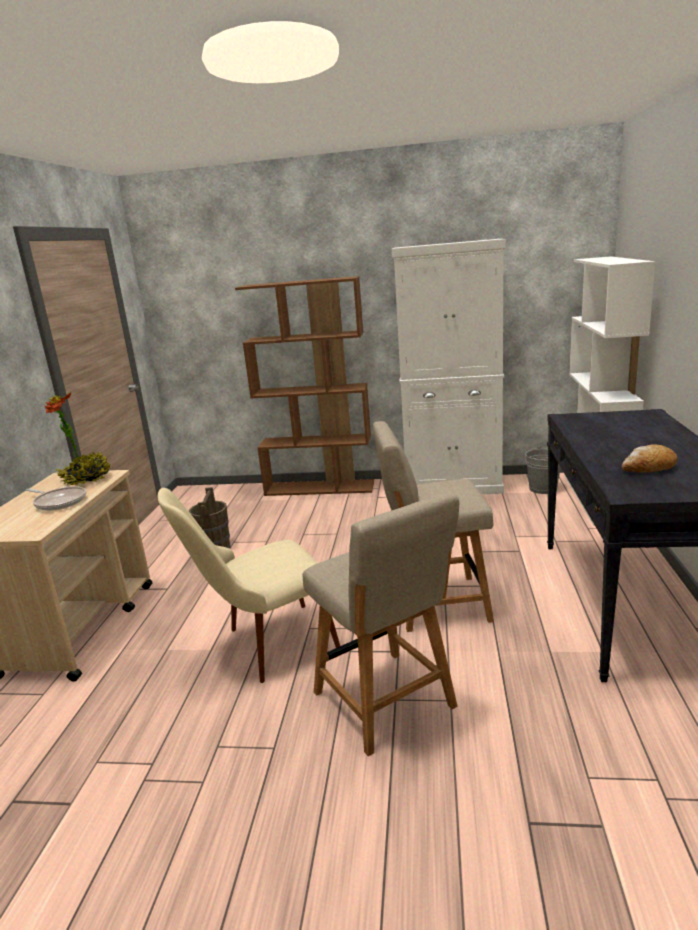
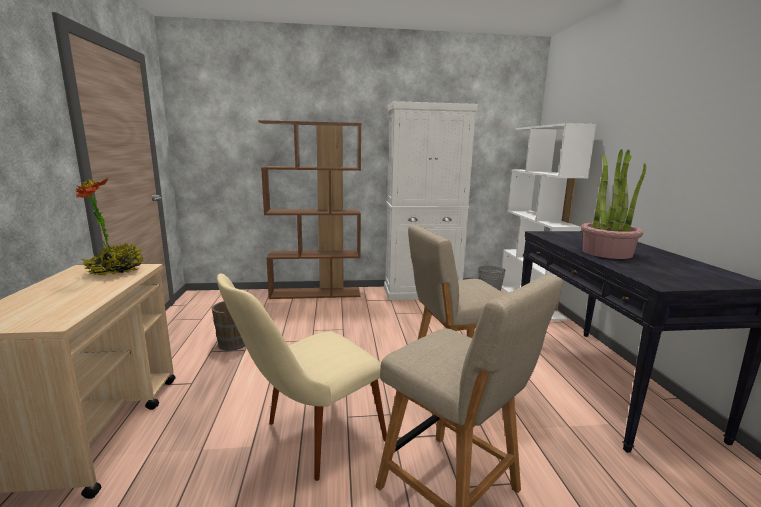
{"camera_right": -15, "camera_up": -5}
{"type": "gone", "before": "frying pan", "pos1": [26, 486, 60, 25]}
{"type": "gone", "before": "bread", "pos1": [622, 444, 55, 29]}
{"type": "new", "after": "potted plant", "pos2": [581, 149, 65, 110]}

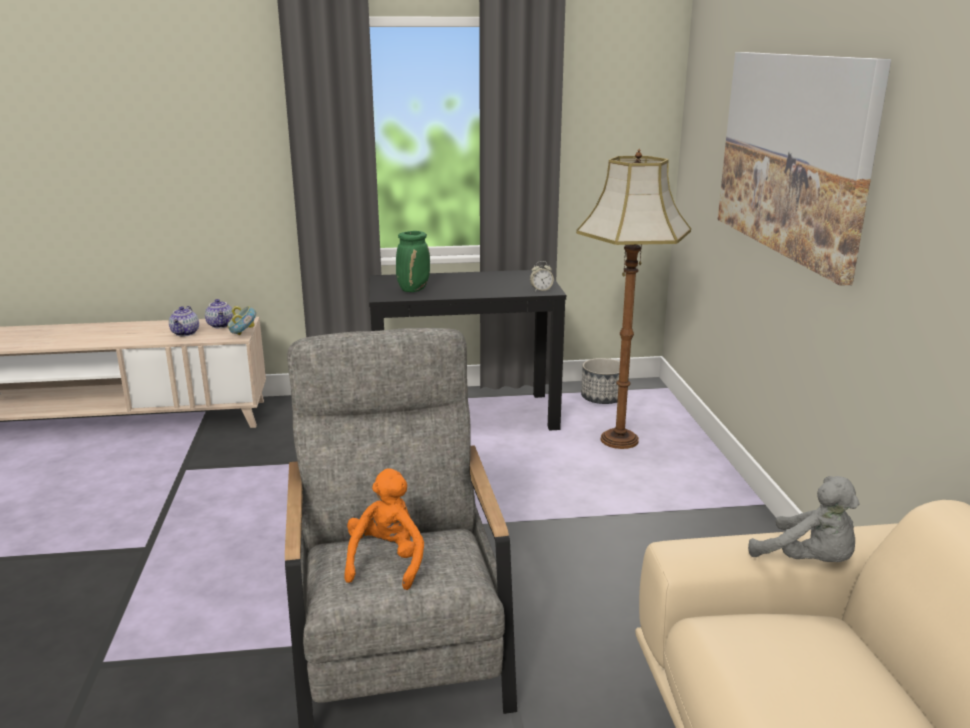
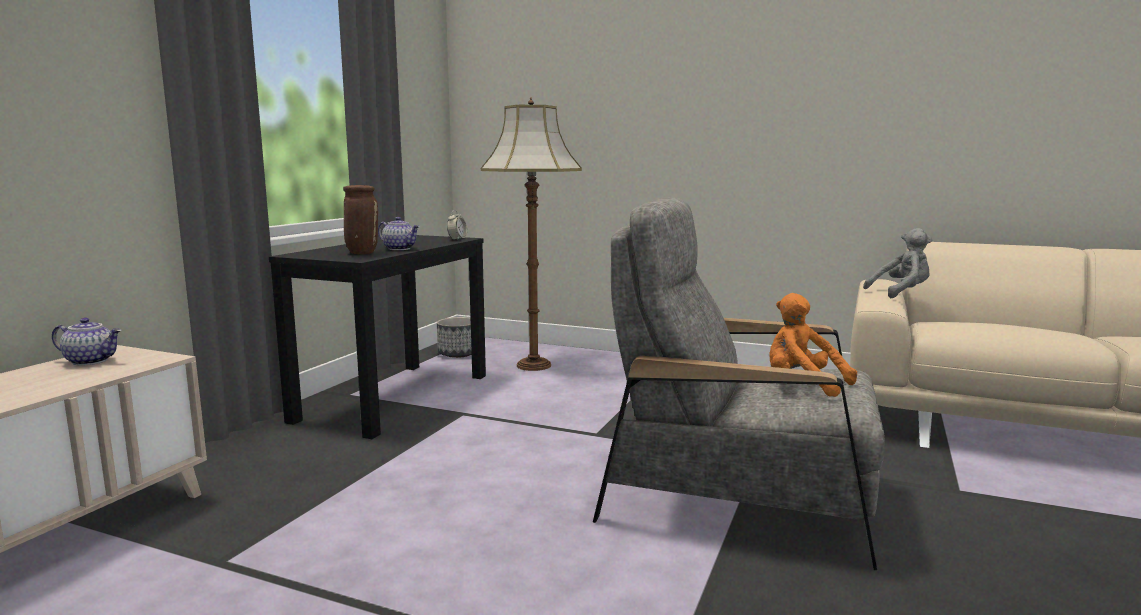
{"camera_right": -60, "camera_up": -10}
{"type": "shifted", "before": "teapot", "pos1": [169, 306, 30, 30], "pos2": [378, 217, 42, 33]}
{"type": "gone", "before": "bowl", "pos1": [227, 306, 29, 29]}
{"type": "repainted", "before": "green vase", "after": "brown vase", "pos1": [396, 231, 34, 61], "pos2": [343, 185, 35, 70]}
{"type": "gone", "before": "picture", "pos1": [718, 52, 173, 234]}

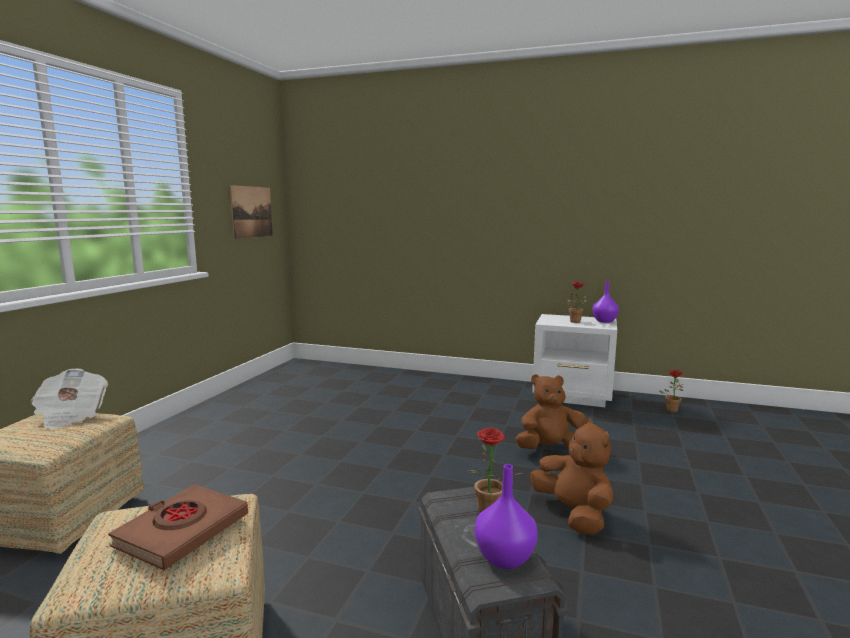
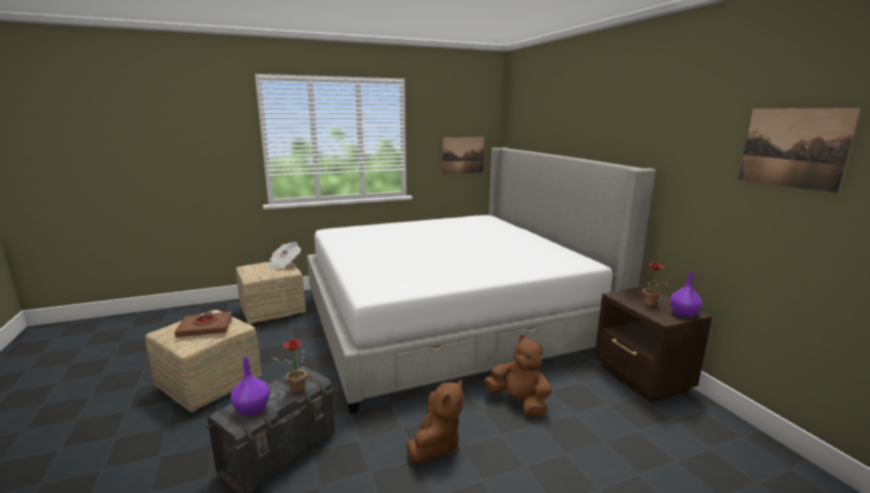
{"camera_right": 50, "camera_up": 5}
{"type": "repainted", "before": "white nightstand", "after": "brown nightstand", "pos1": [532, 314, 85, 93], "pos2": [595, 286, 117, 116]}
{"type": "gone", "before": "potted plant", "pos1": [659, 370, 24, 42]}
{"type": "new", "after": "bed", "pos2": [307, 148, 349, 266]}
{"type": "new", "after": "picture", "pos2": [739, 108, 123, 86]}

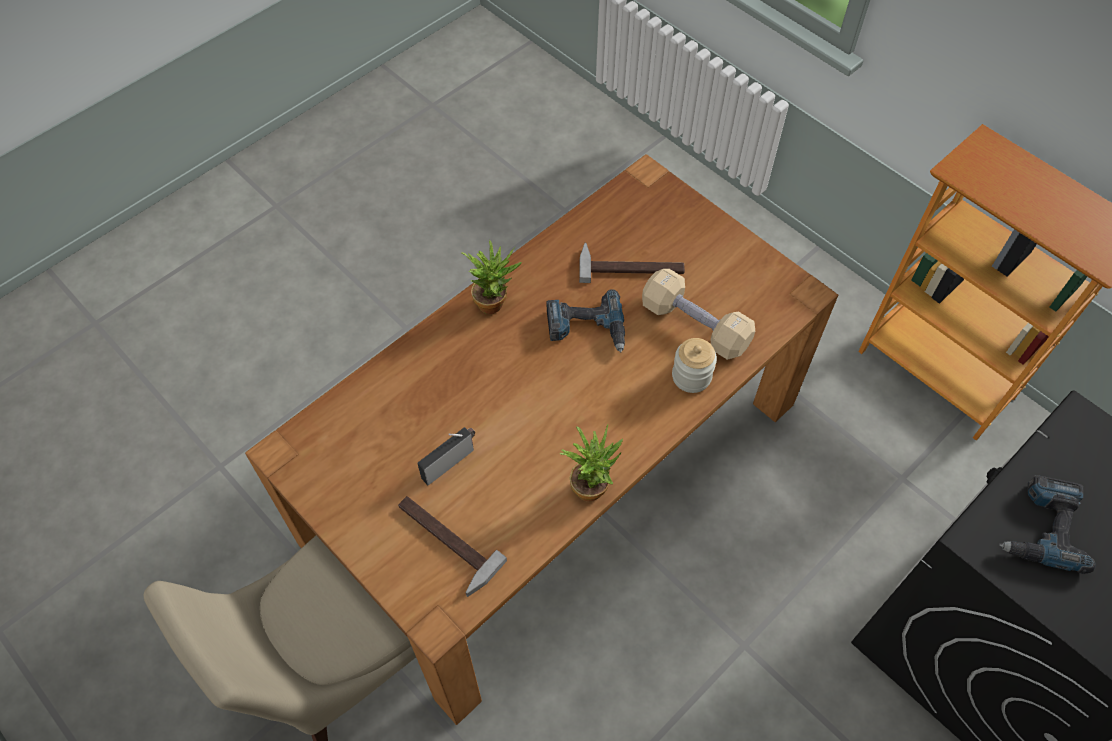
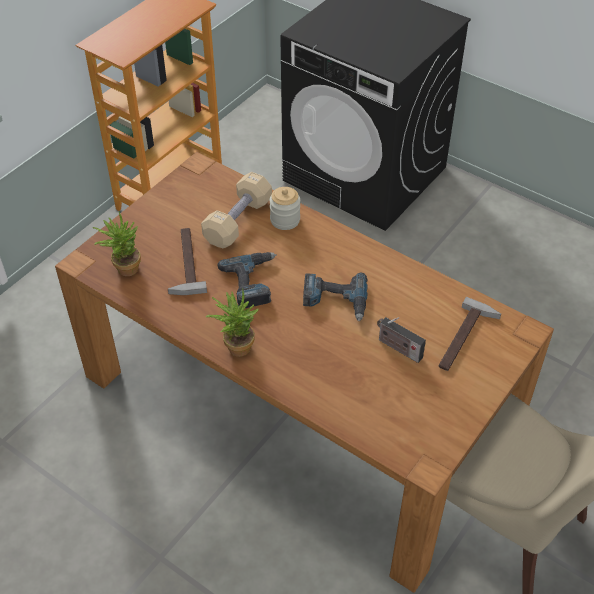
{"camera_right": -100, "camera_up": -10}
{"type": "shifted", "before": "potted plant", "pos1": [560, 425, 63, 77], "pos2": [93, 211, 48, 65]}
{"type": "shifted", "before": "power drill", "pos1": [999, 475, 97, 99], "pos2": [303, 273, 65, 48]}

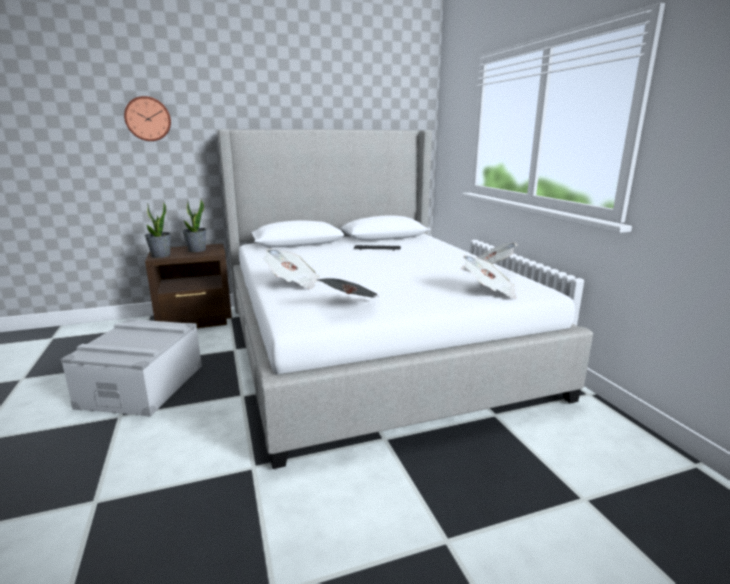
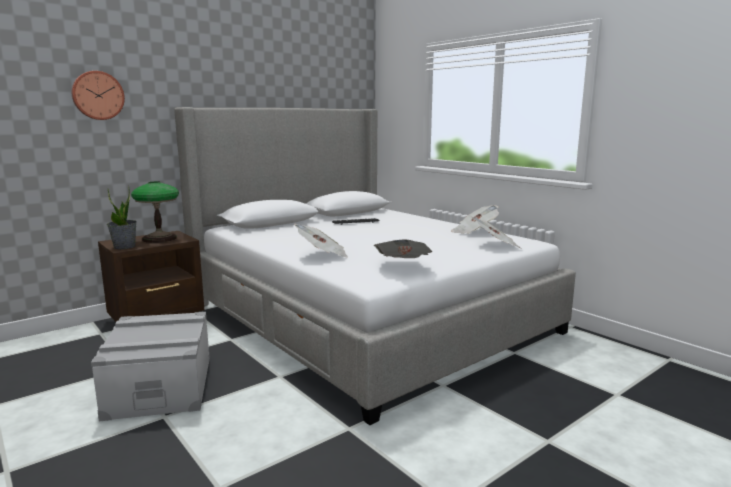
{"camera_right": -20, "camera_up": -5}
{"type": "swapped", "before": "potted plant", "after": "table lamp", "pos1": [182, 199, 25, 53], "pos2": [131, 182, 48, 61]}

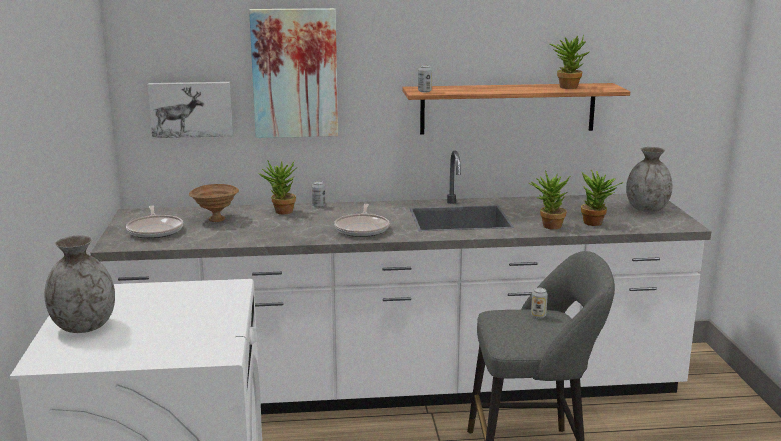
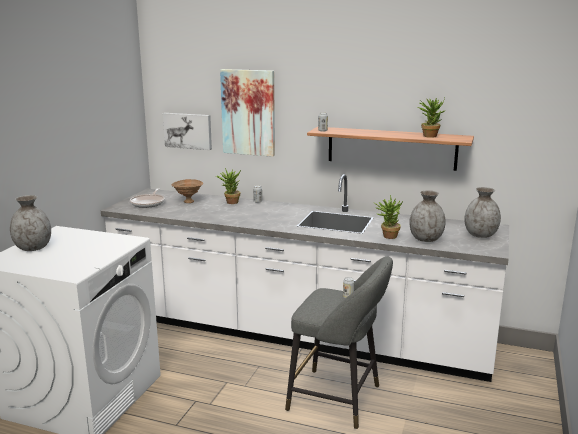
{"camera_right": 25, "camera_up": 0}
{"type": "gone", "before": "frying pan", "pos1": [334, 204, 55, 33]}
{"type": "swapped", "before": "potted plant", "after": "grey vase", "pos1": [581, 170, 42, 56], "pos2": [409, 190, 37, 52]}

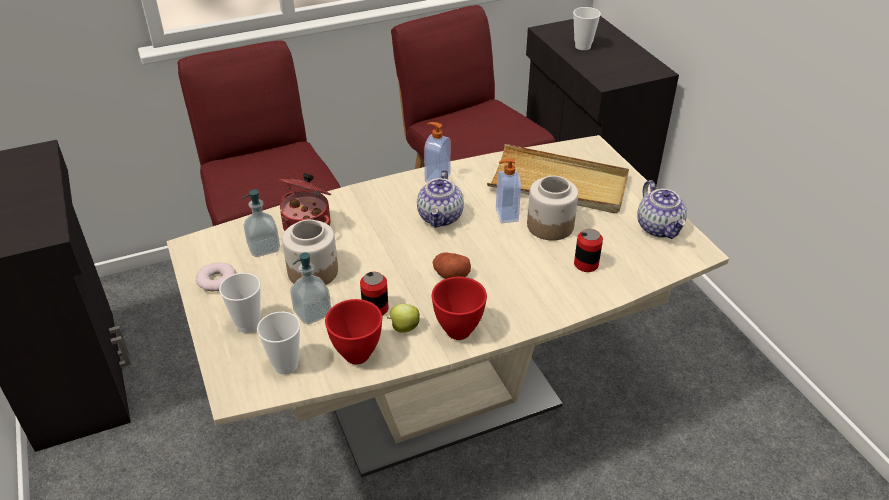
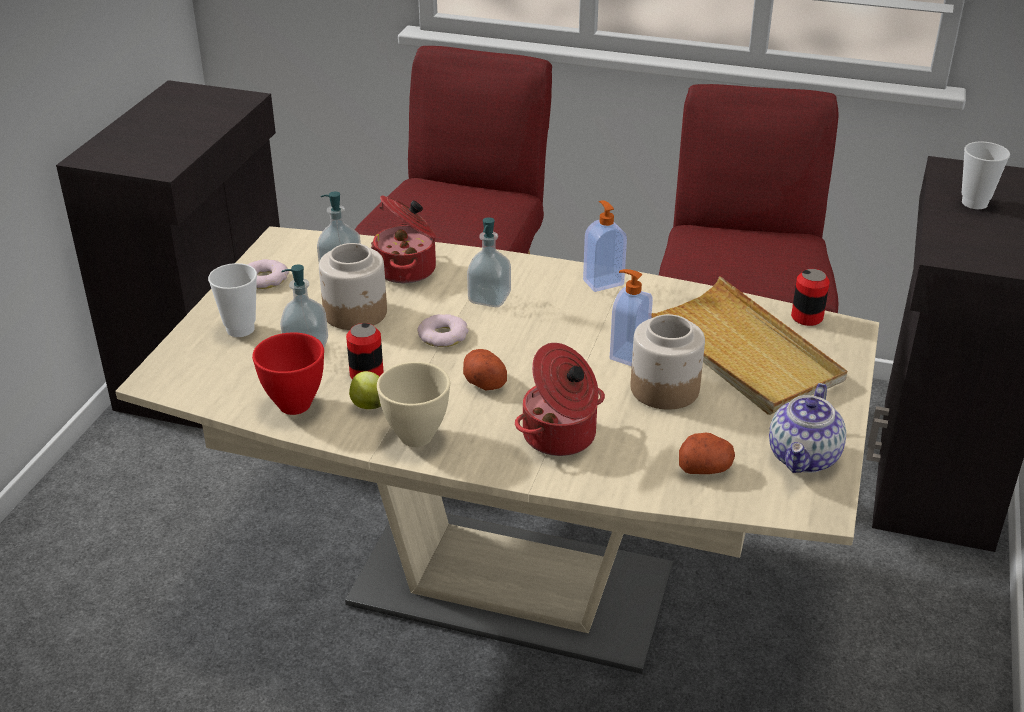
{"camera_right": 40, "camera_up": -5}
{"type": "gone", "before": "cup", "pos1": [257, 312, 43, 62]}
{"type": "gone", "before": "teapot", "pos1": [417, 170, 47, 58]}
{"type": "repainted", "before": "red bowl", "after": "beige bowl", "pos1": [432, 277, 55, 63], "pos2": [377, 362, 73, 85]}
{"type": "shifted", "before": "can", "pos1": [574, 229, 29, 43], "pos2": [791, 269, 39, 57]}
{"type": "new", "after": "donut", "pos2": [417, 314, 52, 33]}
{"type": "new", "after": "soap dispenser", "pos2": [467, 217, 44, 90]}
{"type": "new", "after": "cooking pot", "pos2": [515, 343, 90, 113]}
{"type": "new", "after": "potato", "pos2": [679, 432, 56, 42]}

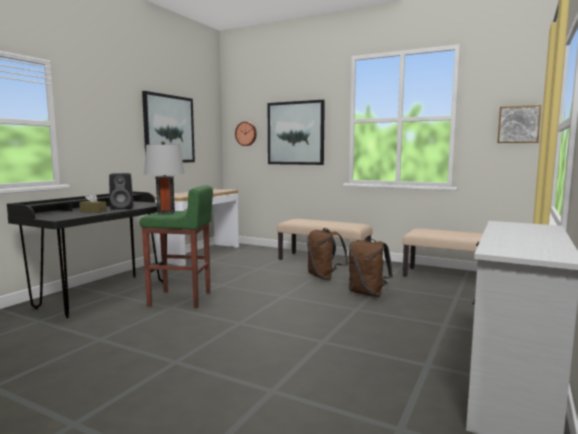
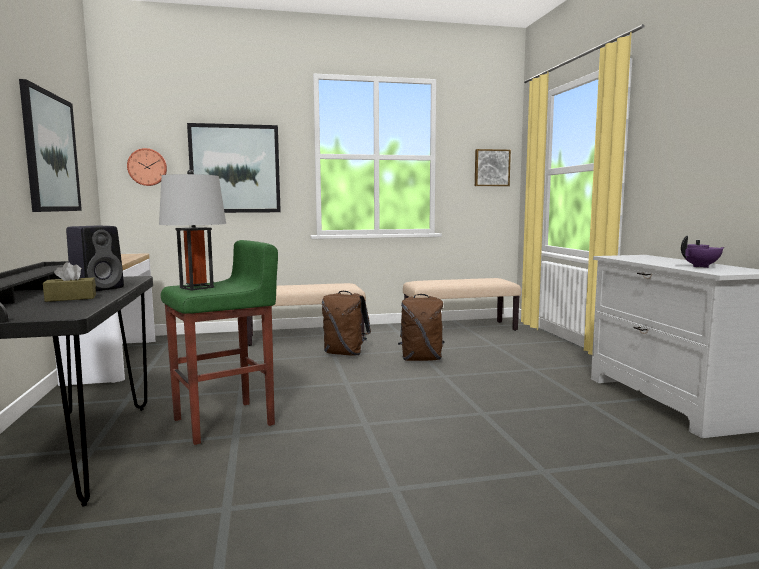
{"camera_right": -40, "camera_up": 0}
{"type": "new", "after": "purple teapot", "pos2": [681, 236, 44, 32]}

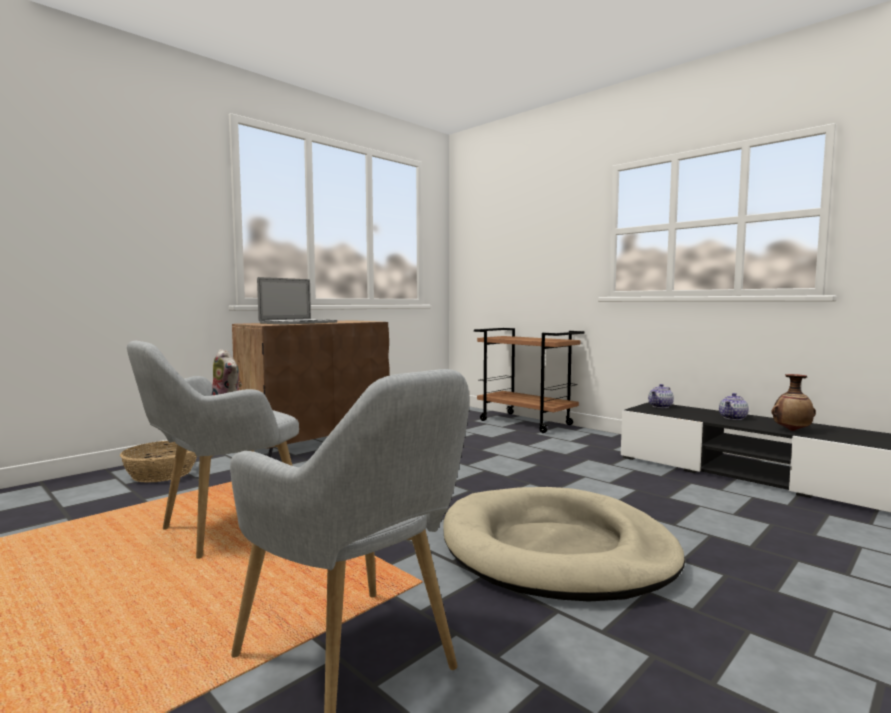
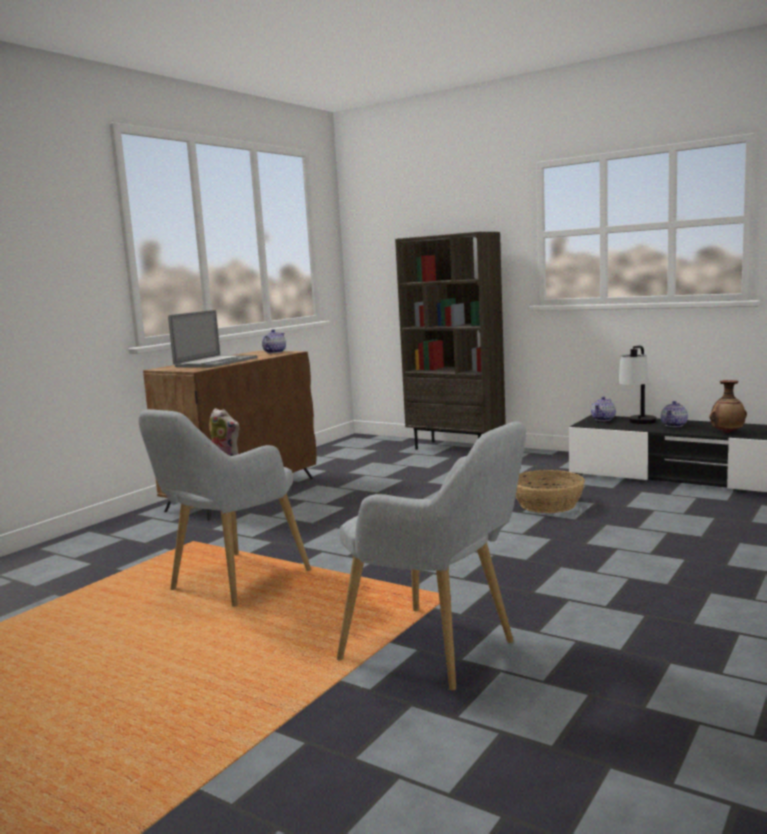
{"camera_right": -10, "camera_up": 5}
{"type": "shifted", "before": "basket", "pos1": [120, 441, 77, 42], "pos2": [516, 470, 69, 43]}
{"type": "gone", "before": "beige dog bed", "pos1": [443, 487, 242, 115]}
{"type": "swapped", "before": "brown cart", "after": "brown bookcase", "pos1": [474, 328, 111, 105], "pos2": [395, 232, 111, 218]}
{"type": "new", "after": "teapot", "pos2": [262, 329, 24, 24]}
{"type": "new", "after": "table lamp", "pos2": [618, 345, 39, 79]}

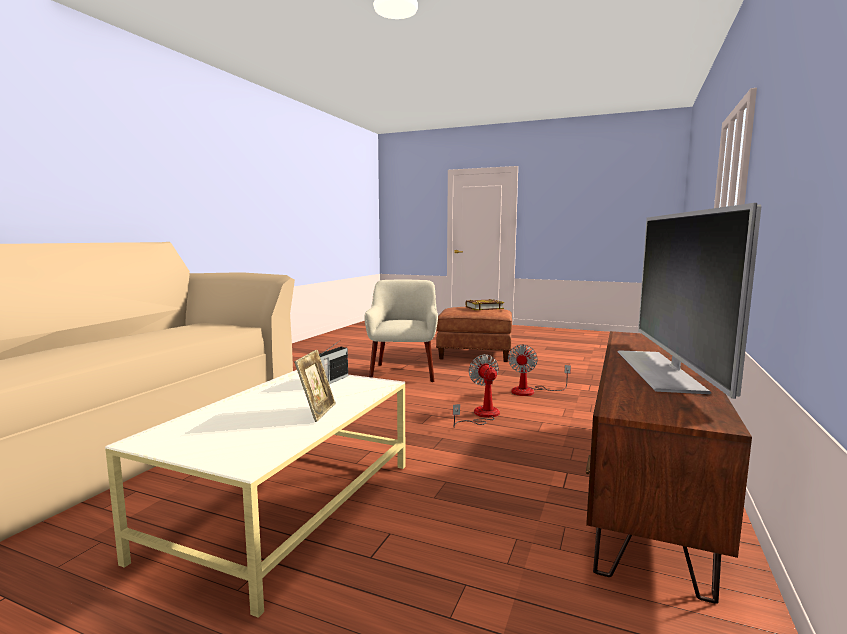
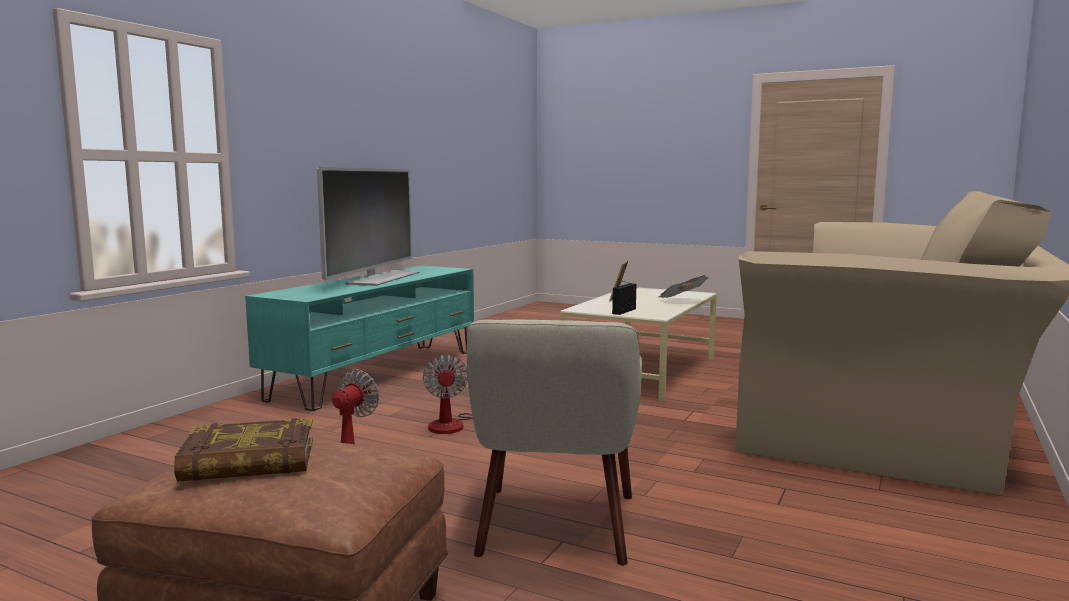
{"camera_right": -175, "camera_up": 0}
{"type": "repainted", "before": "brown tv stand", "after": "turquoise tv stand", "pos1": [586, 331, 166, 273], "pos2": [245, 266, 229, 145]}
{"type": "new", "after": "newspaper", "pos2": [658, 275, 50, 23]}

